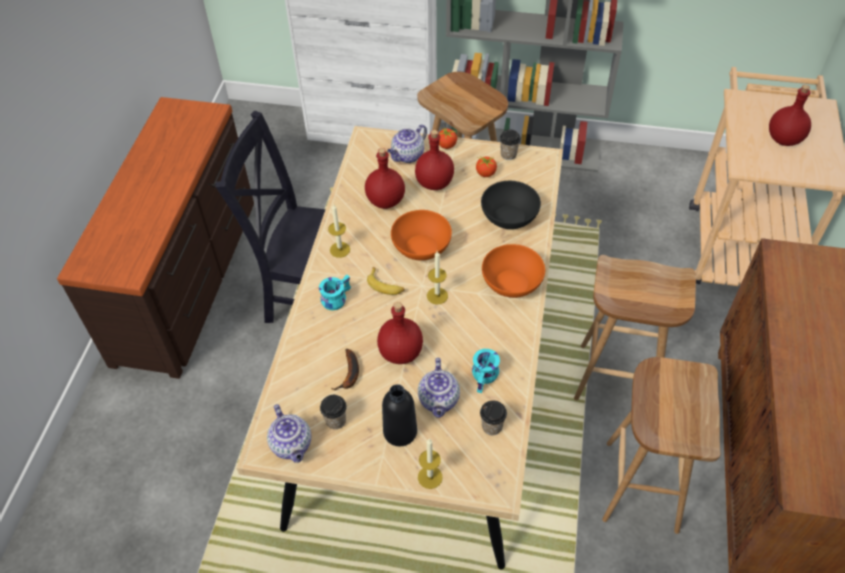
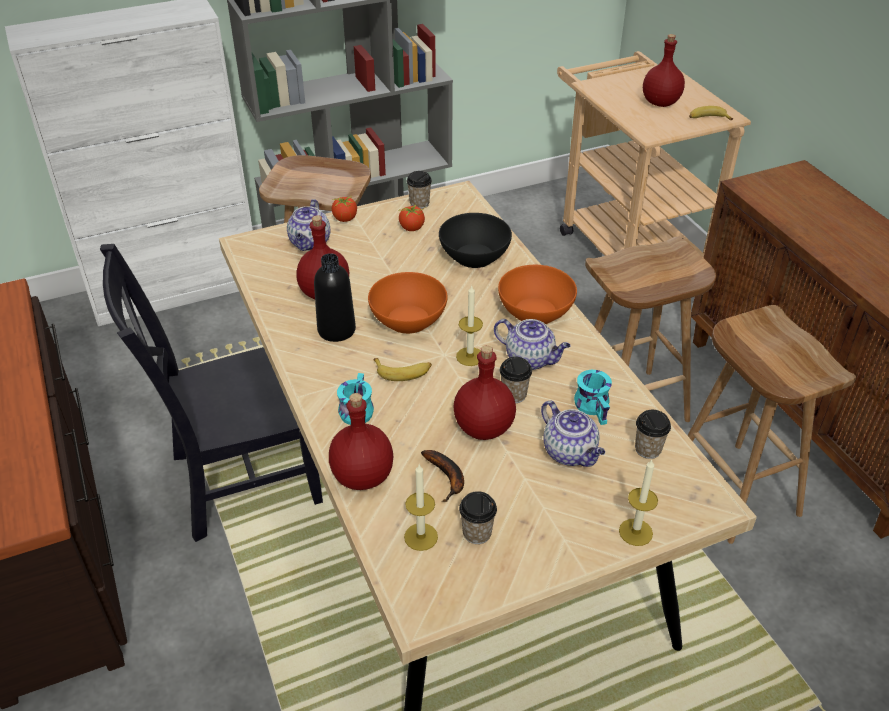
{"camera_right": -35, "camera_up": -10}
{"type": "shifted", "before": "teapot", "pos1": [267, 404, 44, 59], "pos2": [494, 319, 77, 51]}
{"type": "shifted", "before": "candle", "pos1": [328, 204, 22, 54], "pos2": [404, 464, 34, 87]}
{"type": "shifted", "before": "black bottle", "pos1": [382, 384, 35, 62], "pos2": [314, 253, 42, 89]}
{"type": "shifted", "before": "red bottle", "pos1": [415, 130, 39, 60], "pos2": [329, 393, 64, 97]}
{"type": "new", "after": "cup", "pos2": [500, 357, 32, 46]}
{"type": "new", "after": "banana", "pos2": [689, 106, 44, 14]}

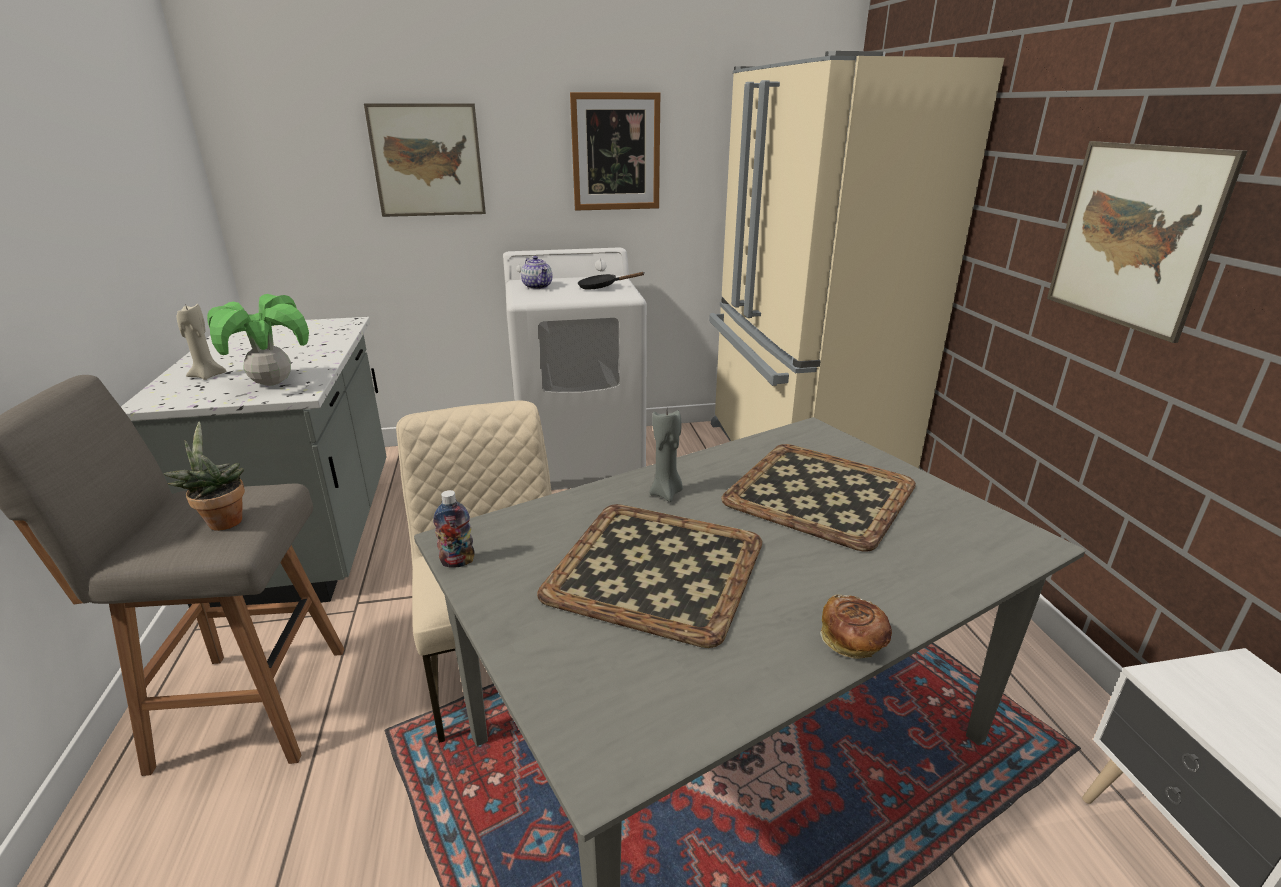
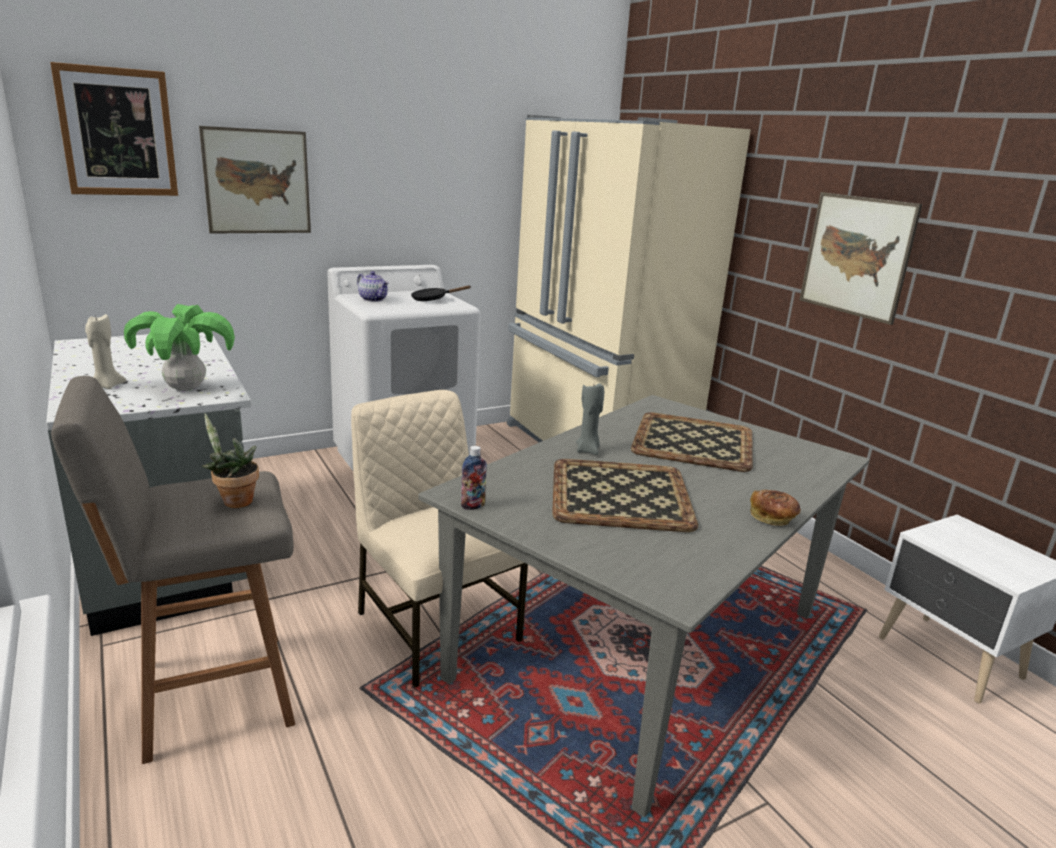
{"camera_right": -20, "camera_up": -5}
{"type": "shifted", "before": "picture", "pos1": [570, 92, 90, 119], "pos2": [50, 62, 128, 134]}

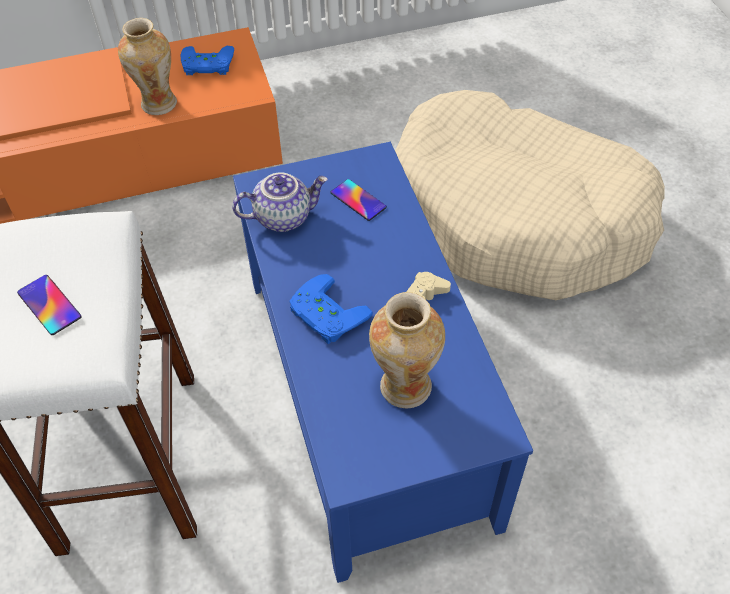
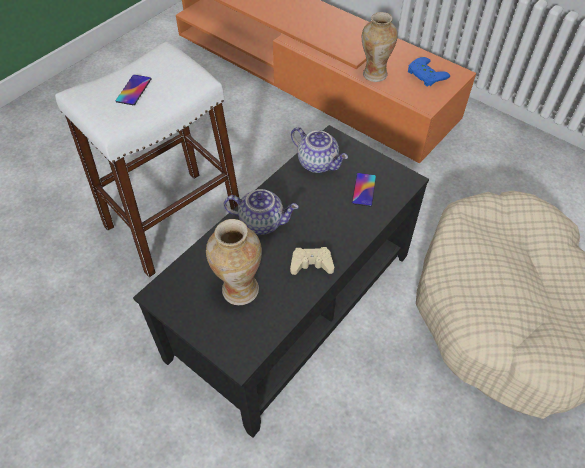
{"camera_right": 55, "camera_up": 0}
{"type": "repainted", "before": "blue coffee table", "after": "black coffee table", "pos1": [233, 142, 300, 441], "pos2": [133, 125, 296, 313]}
{"type": "swapped", "before": "blue game controller", "after": "teapot", "pos1": [290, 274, 83, 70], "pos2": [224, 189, 75, 46]}

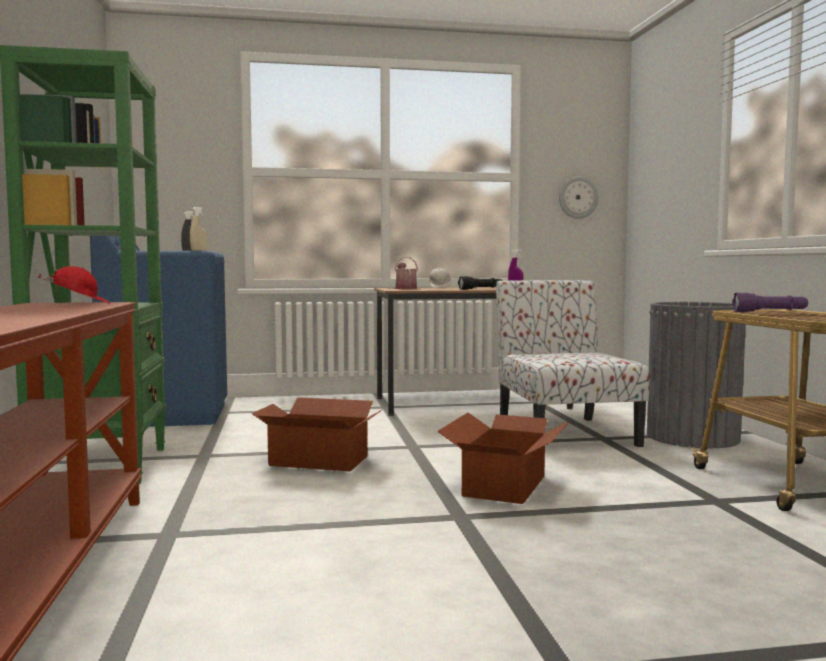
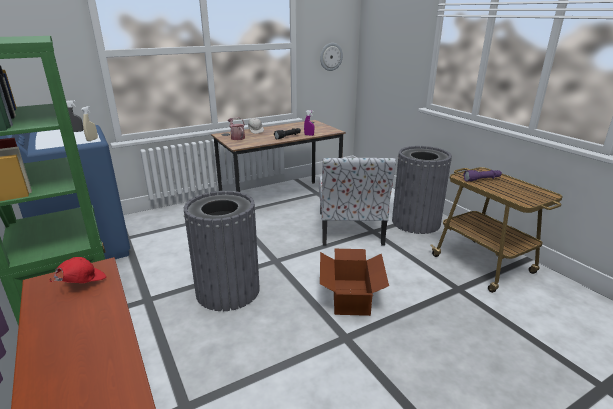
{"camera_right": -20, "camera_up": 20}
{"type": "swapped", "before": "cardboard box", "after": "grey trash can", "pos1": [251, 397, 132, 74], "pos2": [184, 191, 76, 120]}
{"type": "rotated", "before": "chair", "pos1": [496, 280, 154, 167], "pos2": [319, 158, 77, 88], "turn": -150}

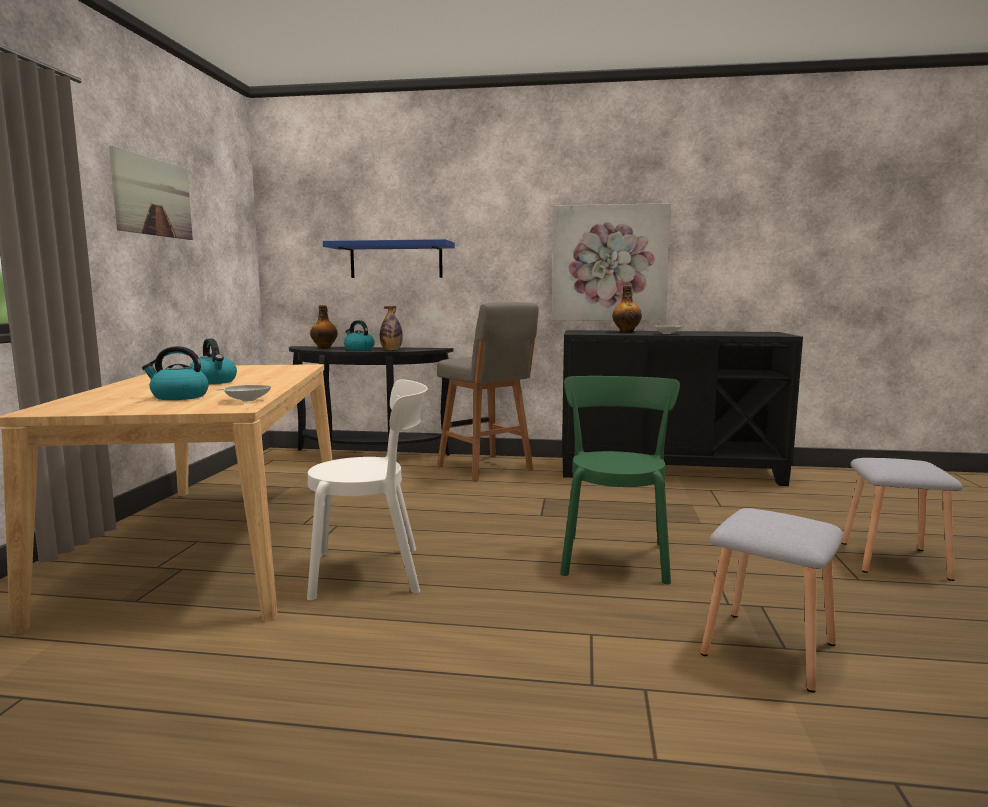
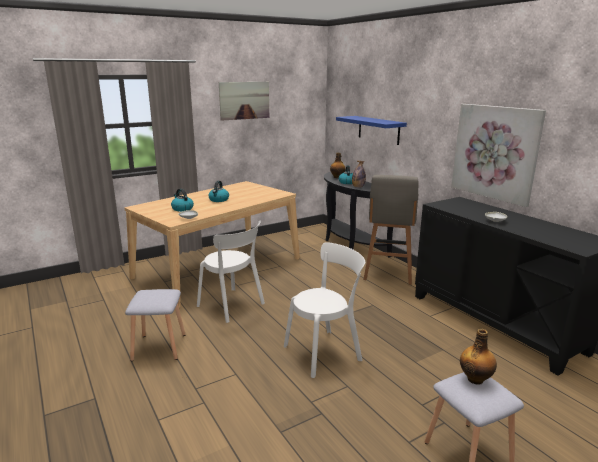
{"camera_right": 50, "camera_up": 10}
{"type": "repainted", "before": "green chair", "after": "white chair", "pos1": [560, 376, 120, 209], "pos2": [284, 242, 81, 136]}
{"type": "shifted", "before": "bottle", "pos1": [612, 285, 30, 48], "pos2": [460, 329, 37, 56]}
{"type": "shifted", "before": "grey stool", "pos1": [701, 508, 142, 184], "pos2": [125, 289, 61, 72]}

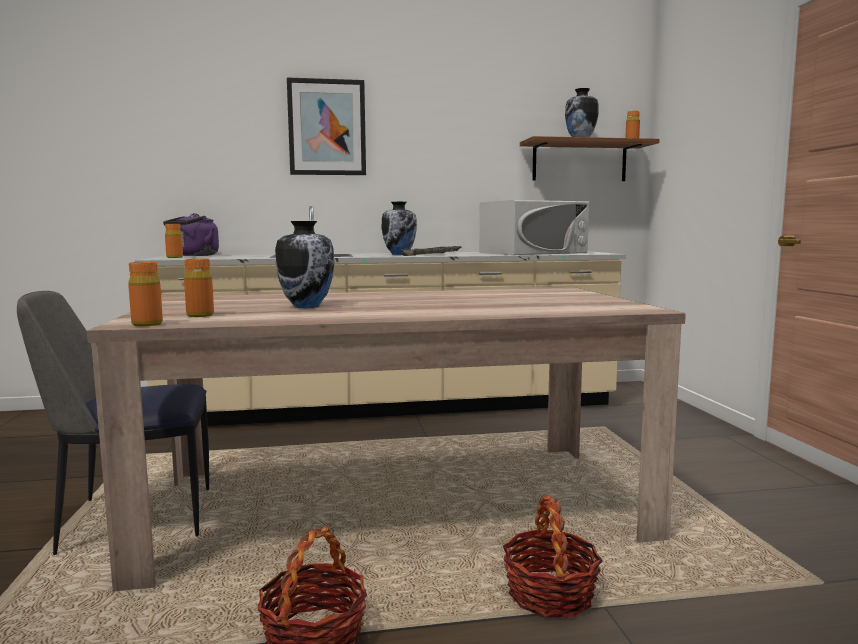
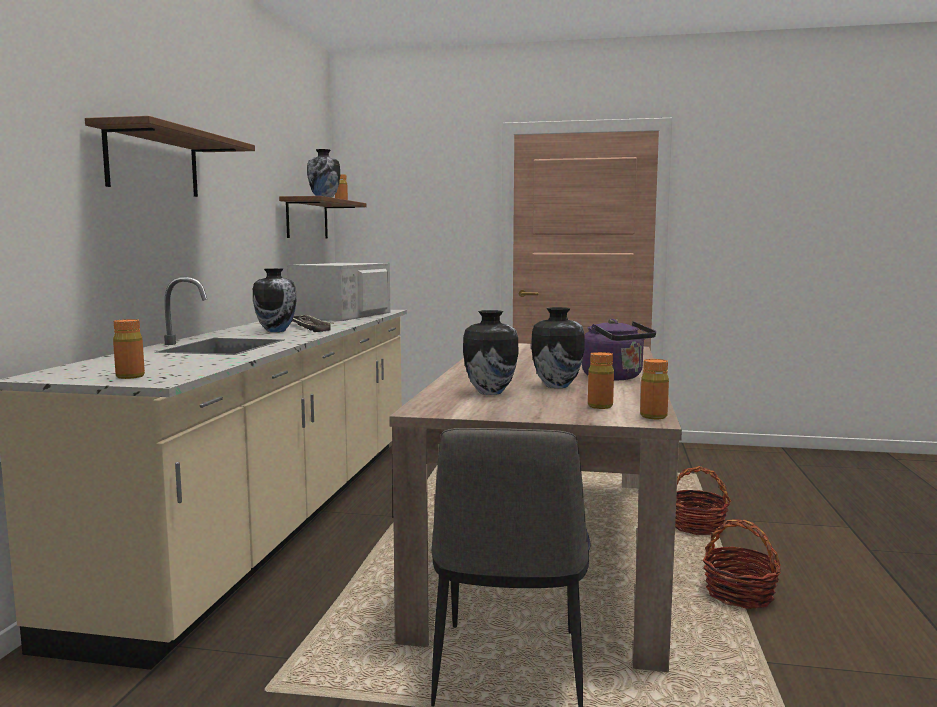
{"camera_right": -70, "camera_up": 0}
{"type": "shifted", "before": "purple kettle", "pos1": [163, 213, 56, 43], "pos2": [582, 319, 74, 61]}
{"type": "swapped", "before": "picture", "after": "shelf", "pos1": [287, 77, 79, 98], "pos2": [85, 116, 170, 81]}
{"type": "rotated", "before": "white microwave", "pos1": [480, 200, 109, 55], "pos2": [287, 263, 104, 58], "turn": -150}
{"type": "new", "after": "vase", "pos2": [463, 310, 56, 85]}

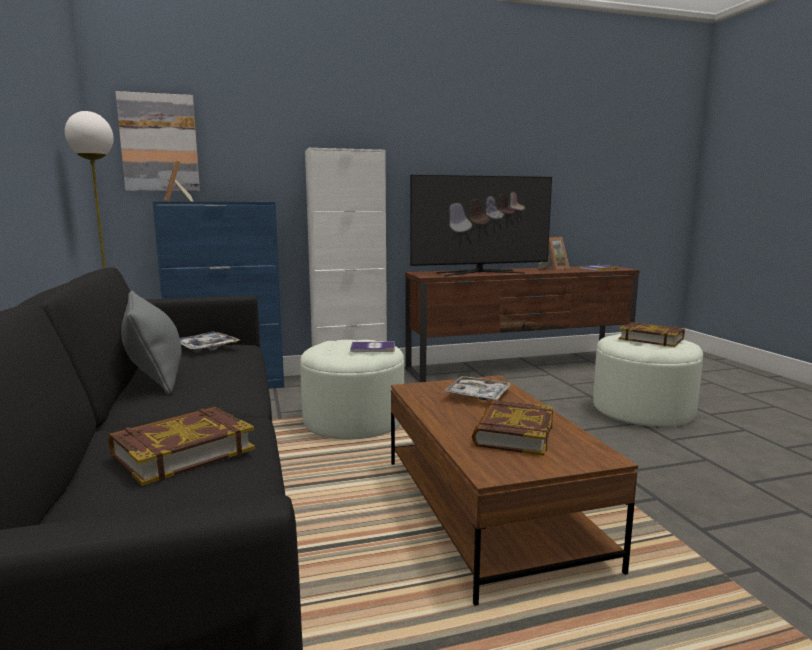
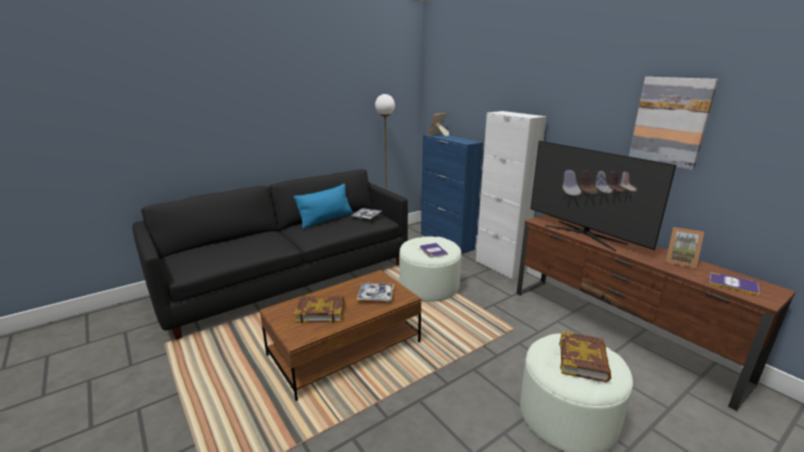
{"camera_right": 70, "camera_up": 10}
{"type": "gone", "before": "book", "pos1": [108, 407, 147, 79]}
{"type": "shifted", "before": "picture", "pos1": [115, 91, 85, 100], "pos2": [629, 77, 90, 93]}
{"type": "repainted", "before": "grey pillow", "after": "blue pillow", "pos1": [121, 291, 61, 103], "pos2": [294, 183, 59, 46]}

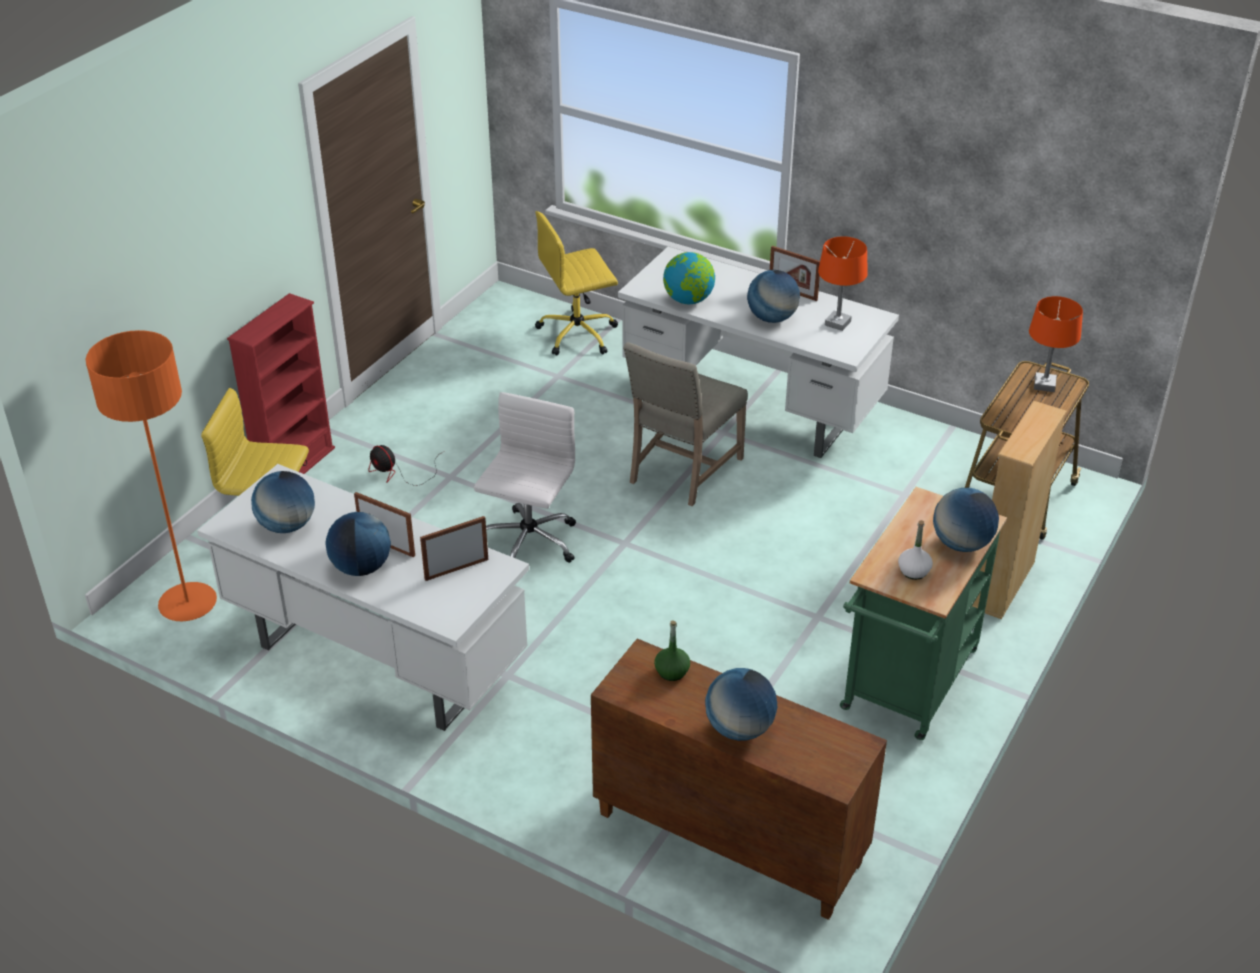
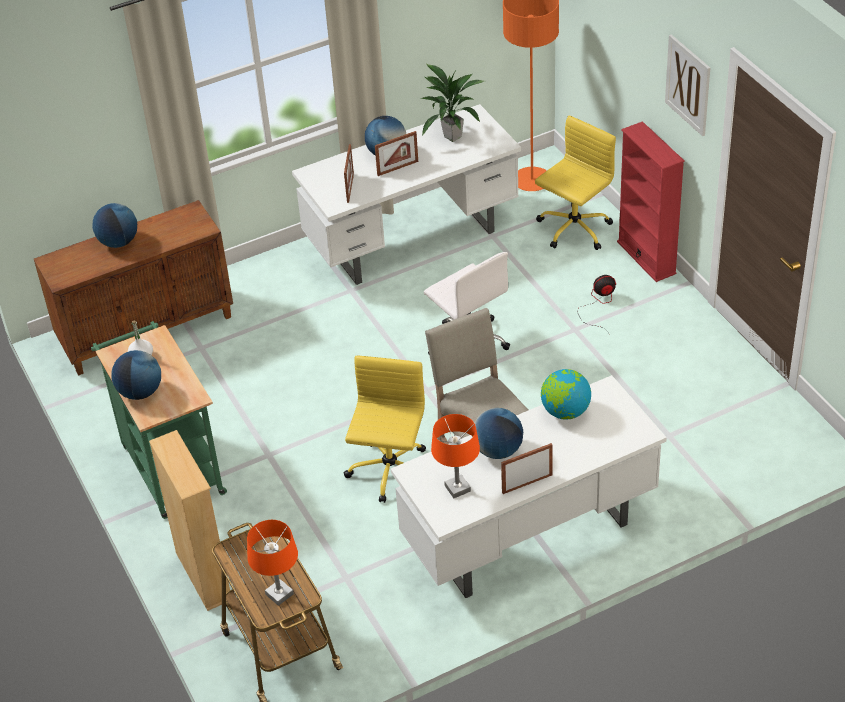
{"camera_right": 125, "camera_up": 5}
{"type": "swapped", "before": "globe", "after": "potted plant", "pos1": [251, 471, 64, 62], "pos2": [422, 64, 62, 78]}
{"type": "shifted", "before": "yellow office chair", "pos1": [535, 211, 83, 145], "pos2": [344, 356, 82, 147]}
{"type": "gone", "before": "green bottle", "pos1": [654, 620, 36, 61]}
{"type": "new", "after": "picture", "pos2": [665, 34, 45, 102]}

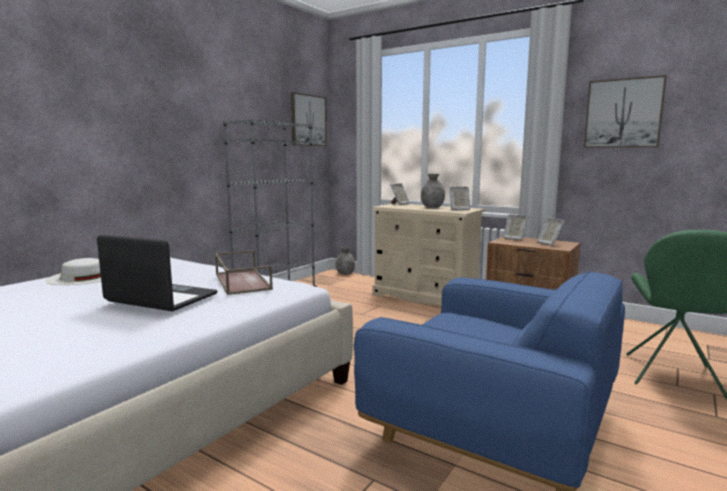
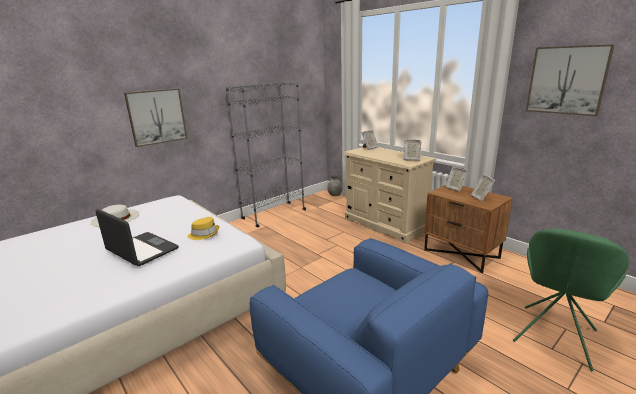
{"camera_right": 15, "camera_up": 10}
{"type": "swapped", "before": "brown tray", "after": "yellow hat", "pos1": [215, 250, 58, 45], "pos2": [188, 217, 31, 23]}
{"type": "shifted", "before": "picture", "pos1": [291, 92, 36, 54], "pos2": [124, 88, 63, 59]}
{"type": "gone", "before": "grey vase", "pos1": [421, 174, 24, 34]}

